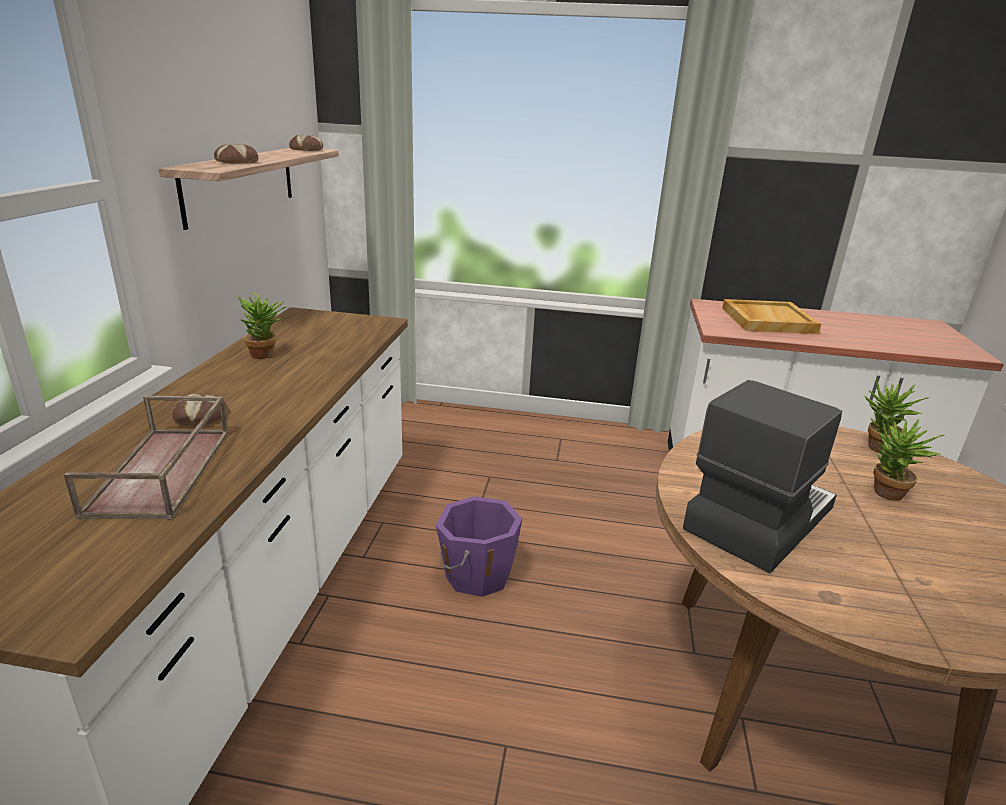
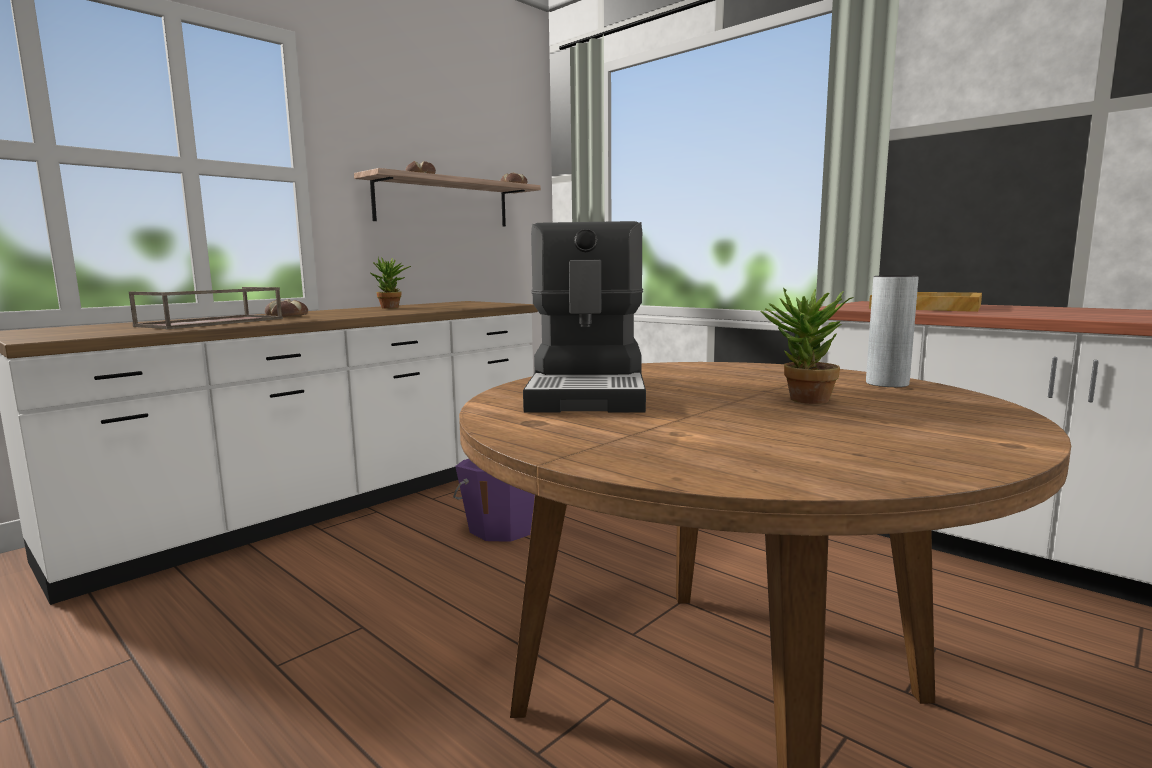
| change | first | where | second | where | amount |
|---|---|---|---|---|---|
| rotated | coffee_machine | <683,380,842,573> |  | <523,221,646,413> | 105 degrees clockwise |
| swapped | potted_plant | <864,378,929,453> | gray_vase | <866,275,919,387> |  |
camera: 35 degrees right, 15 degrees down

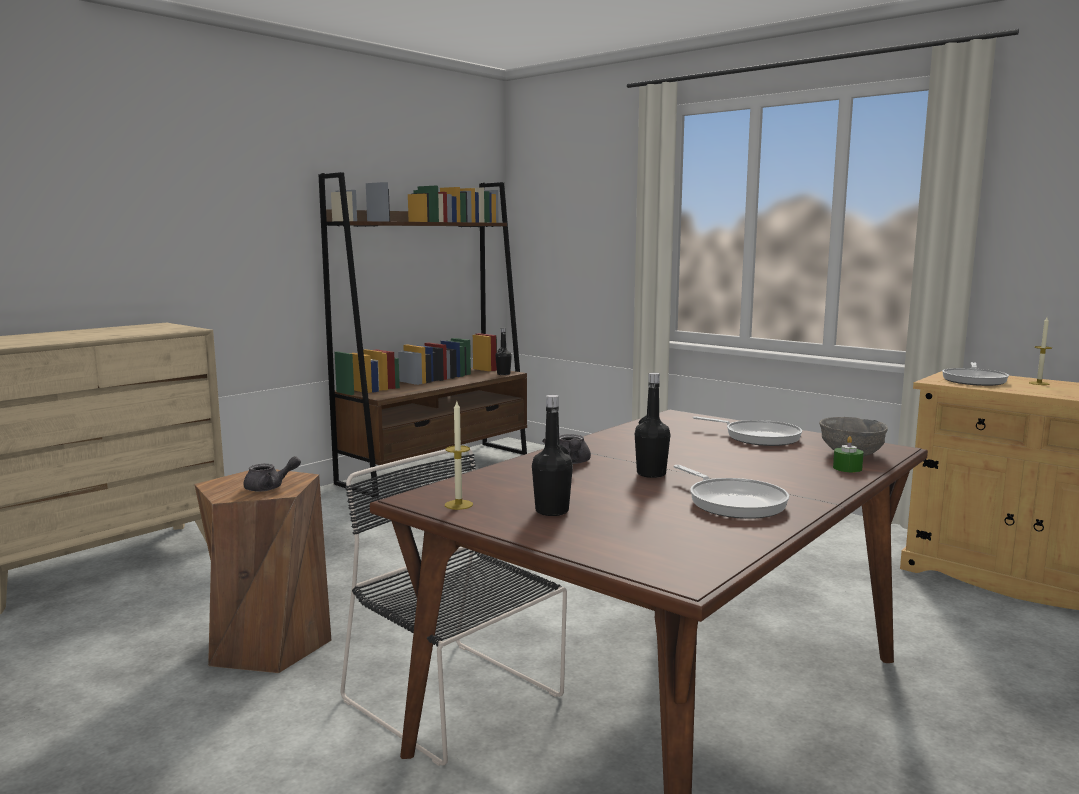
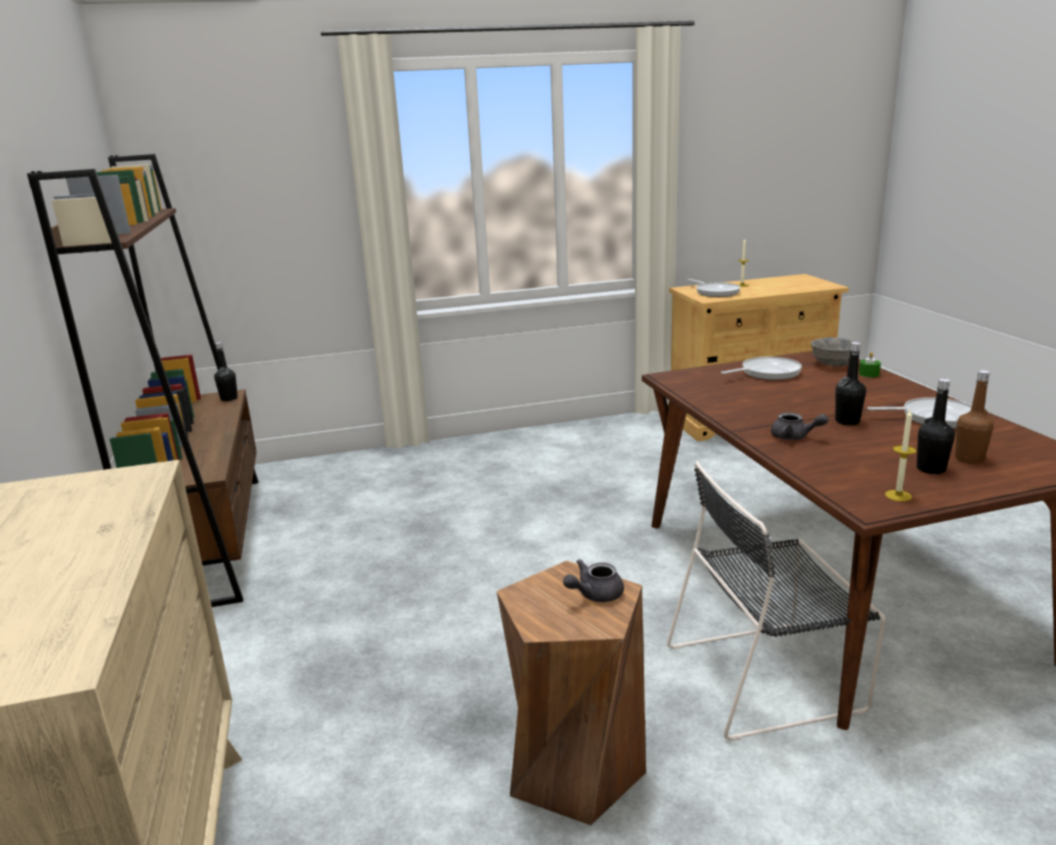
| change | first | where | second | where | amount |
|---|---|---|---|---|---|
| rotated | gray_teapot | <243,456,301,492> |  | <563,559,624,602> | 135 degrees counterclockwise |
| new |  |  | brown-coloured_beverage_bottle | <955,370,994,464> |  |
camera: 55 degrees left, 10 degrees up

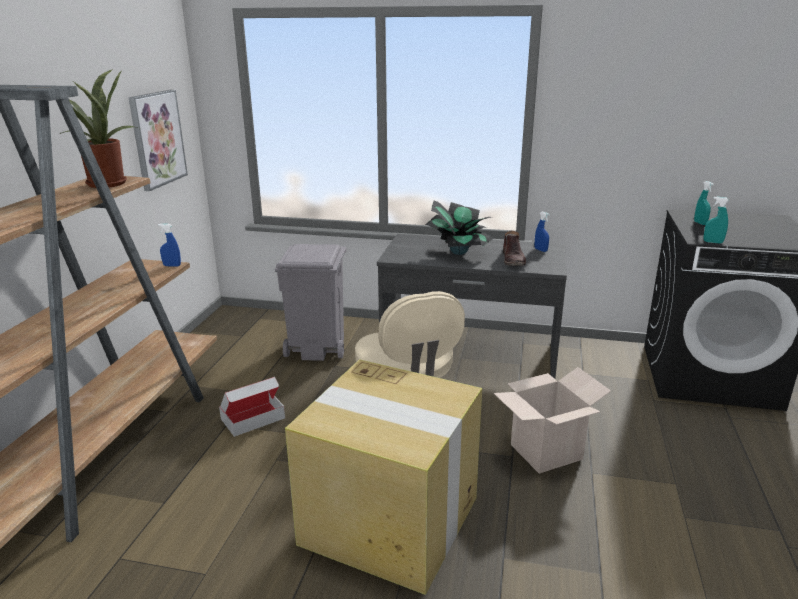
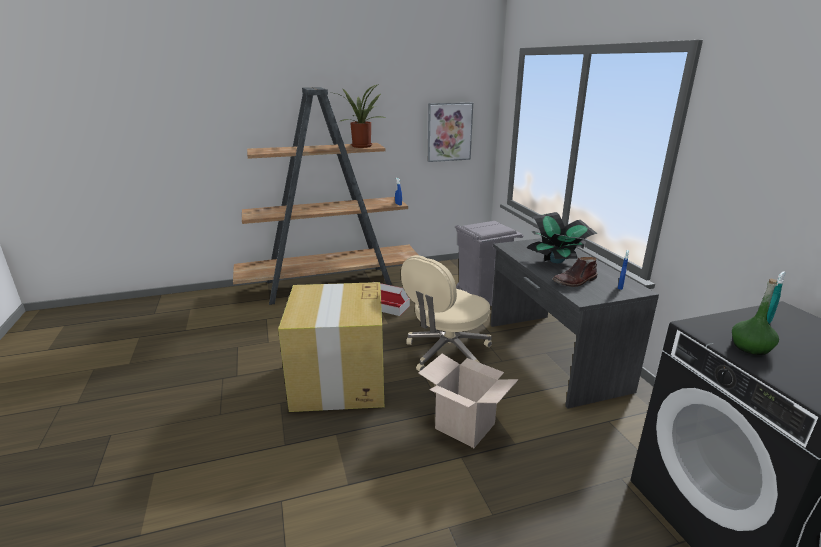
| change | first | where | second | where | amount |
|---|---|---|---|---|---|
| new |  |  | green-coloured_beverage_bottle | <732,279,779,355> |  |
| gone | turquoise-coloured_hand_sprayer | <703,197,729,243> |  |  |  |
camera: 60 degrees right, 0 degrees up

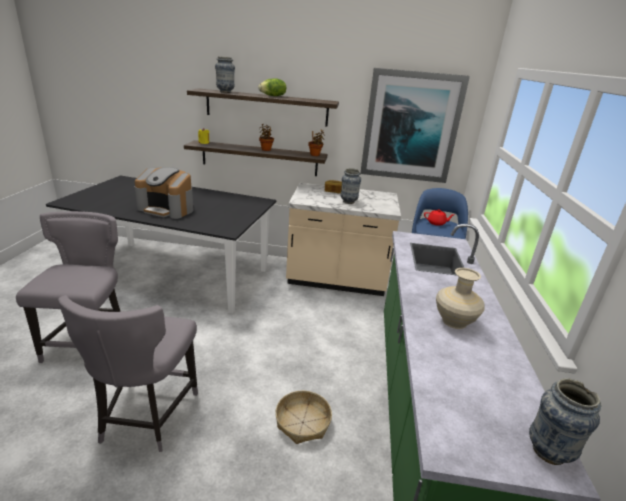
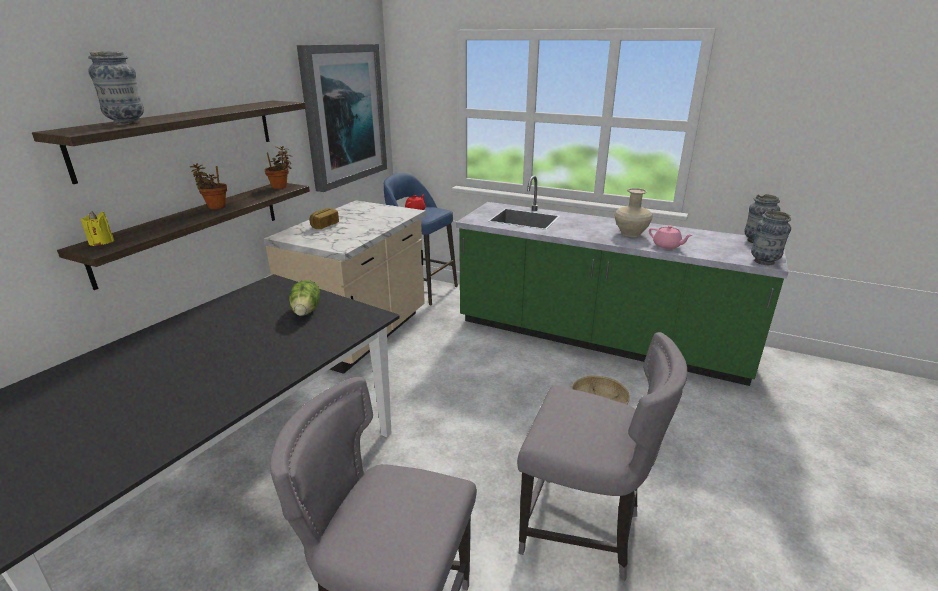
| change | first | where | second | where | amount |
|---|---|---|---|---|---|
| shifted | lettuce | <258,78,286,96> |  | <289,280,320,316> |  |
| new |  |  | pinkish_teapot | <649,225,693,249> |  |
| shifted | vase | <340,168,361,204> |  | <751,211,791,265> |  |
| gone | coffee_machine | <135,167,194,219> |  |  |  |
camera: 70 degrees left, 0 degrees up

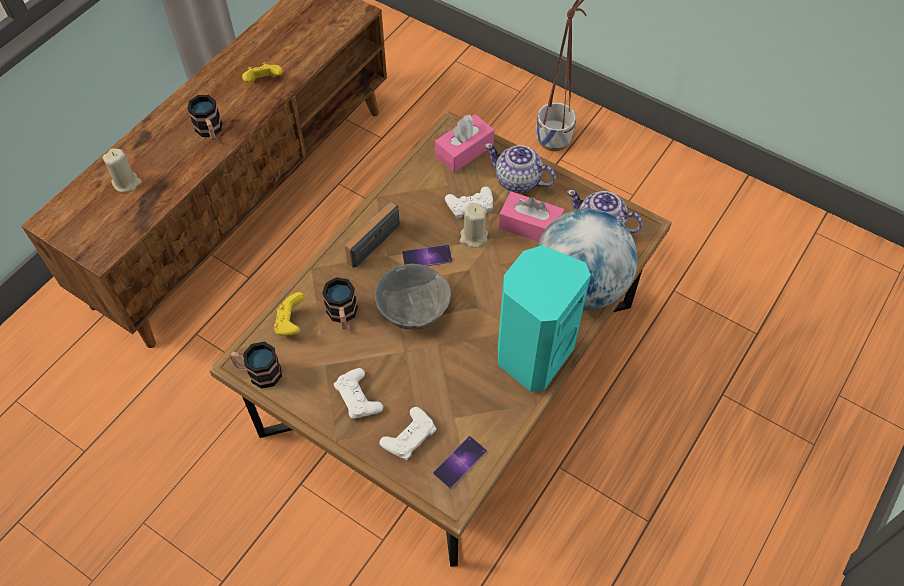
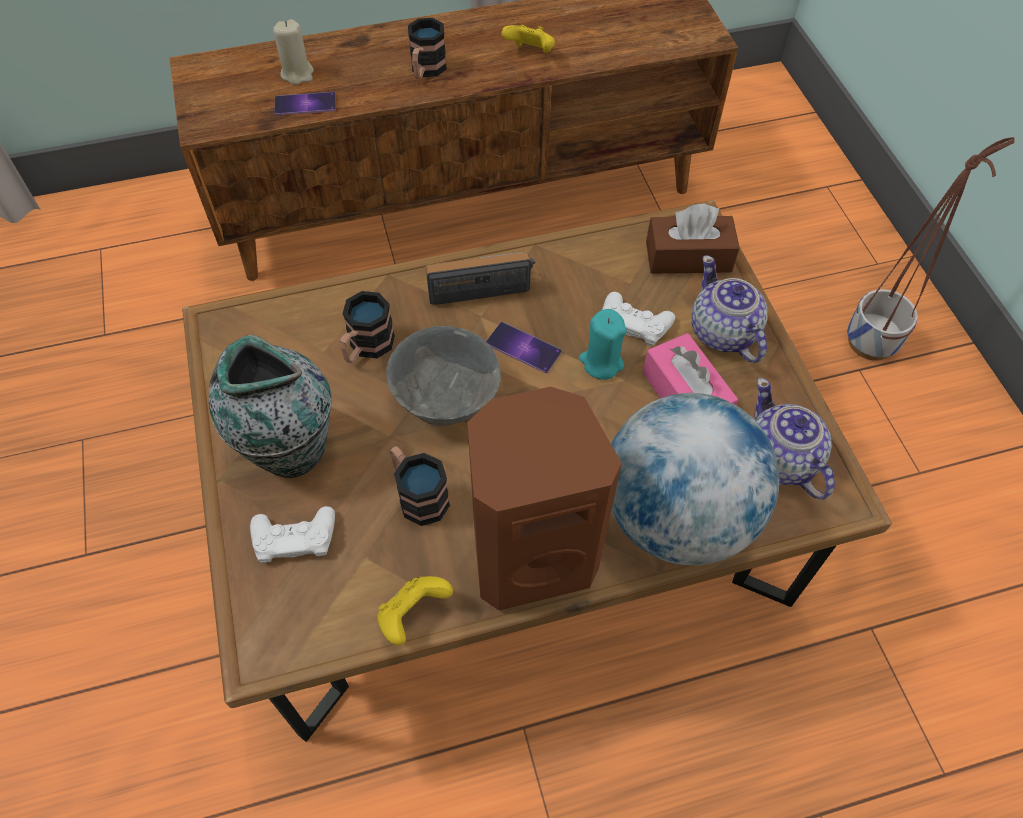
| change | first | where | second | where | amount |
|---|---|---|---|---|---|
| swapped | whitish_game_controller | <334,368,383,419> | vase | <209,335,332,478> |  |
| shifted | telephone | <433,436,487,489> |  | <274,92,336,115> |  |
| shifted | yellow-coloured_game_controller | <274,292,305,336> |  | <378,576,453,645> |  |
| shifted | tea_mug | <230,342,282,389> |  | <390,446,450,526> |  |
| repainted | turquoise-coloured_audio_speaker | <498,245,591,392> | brown-coloured_audio_speaker | <467,387,622,610> |  |
| repainted | sand-coloured_wax_light | <460,203,488,248> | turquoise-coloured_wax_light | <579,309,627,380> |  |
| repainted | pinkish_tissue_box | <435,114,495,173> | brown-coloured_tissue_box | <646,204,740,274> |  |
camera: 40 degrees right, 0 degrees up

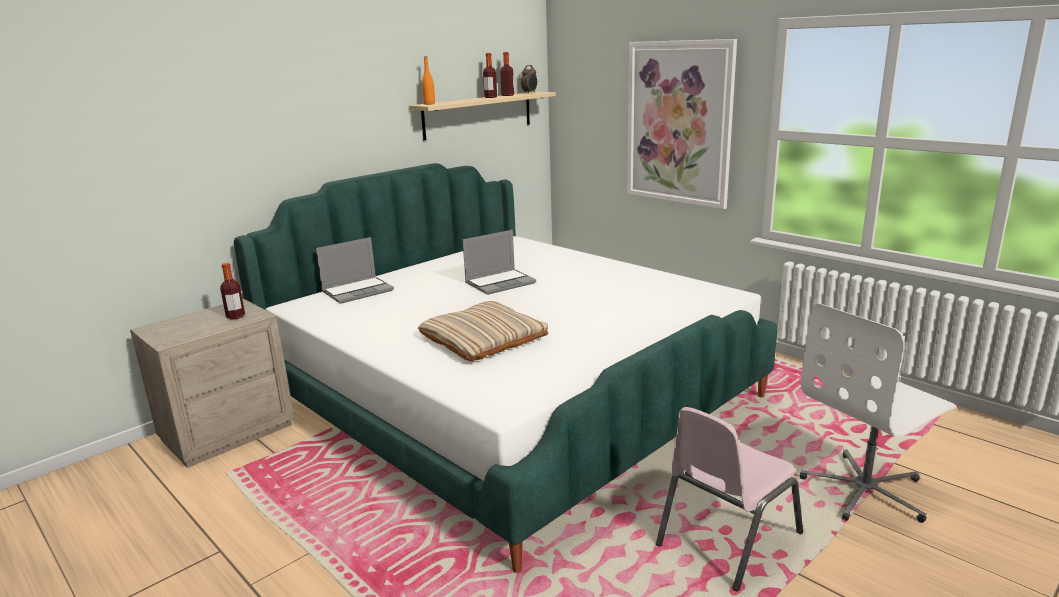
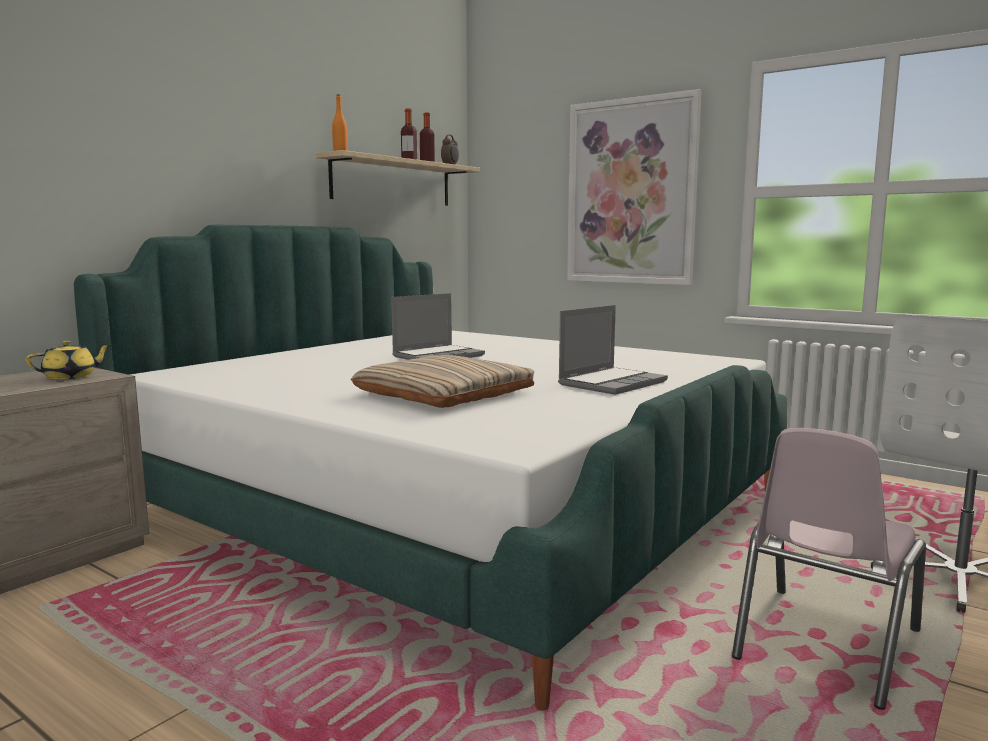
| change | first | where | second | where | amount |
|---|---|---|---|---|---|
| swapped | beverage_bottle | <220,263,245,319> | yellow-coloured_teapot | <26,340,111,380> |  |
| shifted | laptop | <316,237,394,304> |  | <558,305,668,395> |  |
camera: 10 degrees left, 10 degrees down

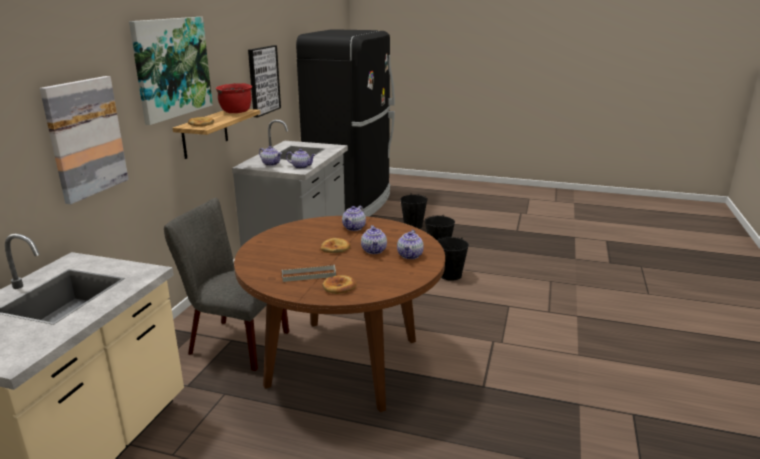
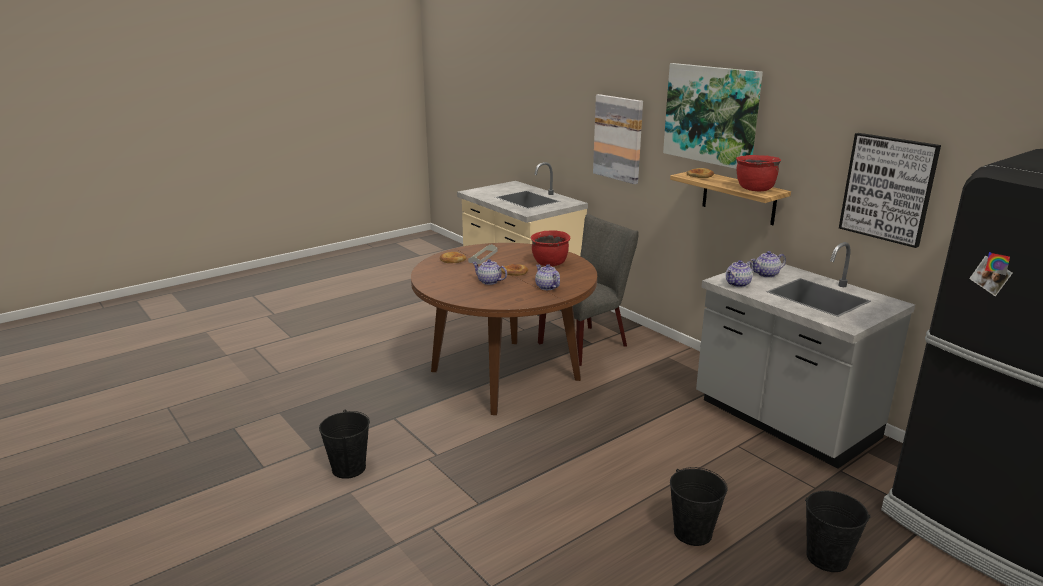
| change | first | where | second | where | amount |
|---|---|---|---|---|---|
| shifted | black_bucket | <438,237,469,281> |  | <319,410,370,479> |  |
| new |  |  | red-coloured_saucepot | <531,230,570,266> |  |
| gone | teapot | <397,230,424,259> |  |  |  |
camera: 125 degrees right, 0 degrees up

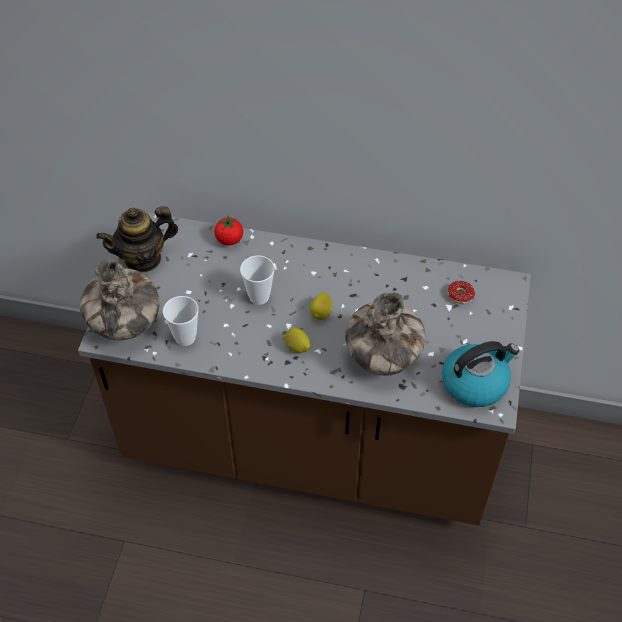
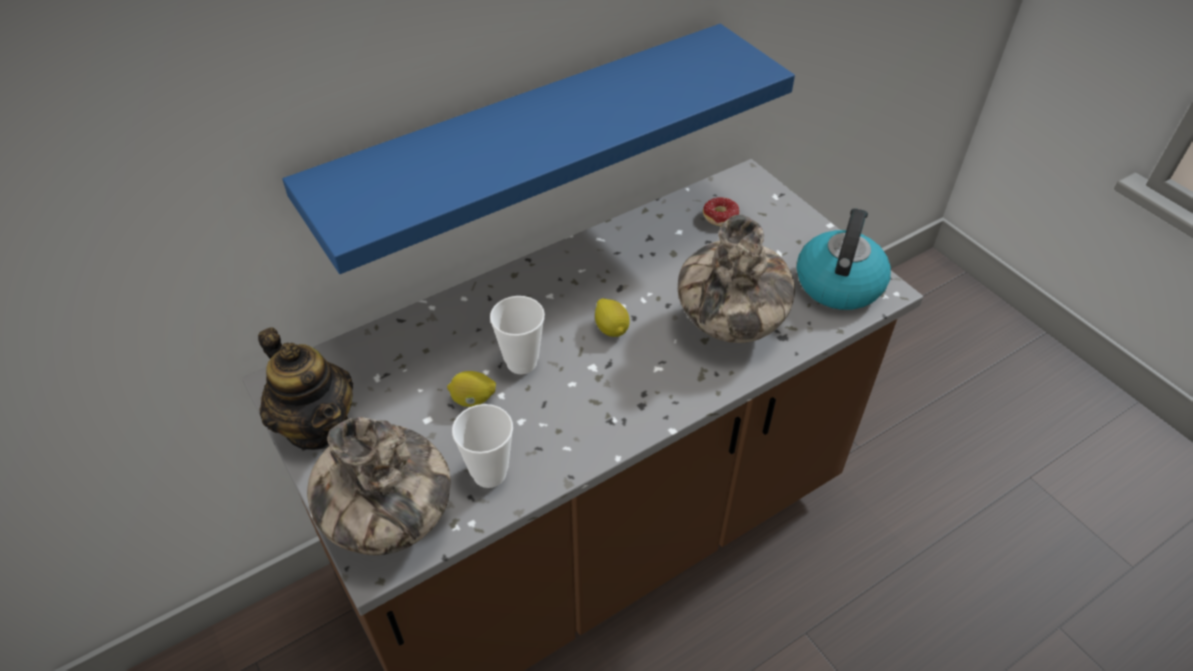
| change | first | where | second | where | amount |
|---|---|---|---|---|---|
| rotated | teapot | <96,206,178,272> |  | <258,327,353,450> | 60 degrees counterclockwise |
| new |  |  | blue_bracket_shelf | <282,24,795,274> |  |
| shifted | citrus_fruit | <284,328,311,353> |  | <447,371,496,407> |  |
| gone | fresh_tomato | <214,215,243,245> |  |  |  |
camera: 45 degrees left, 5 degrees down

